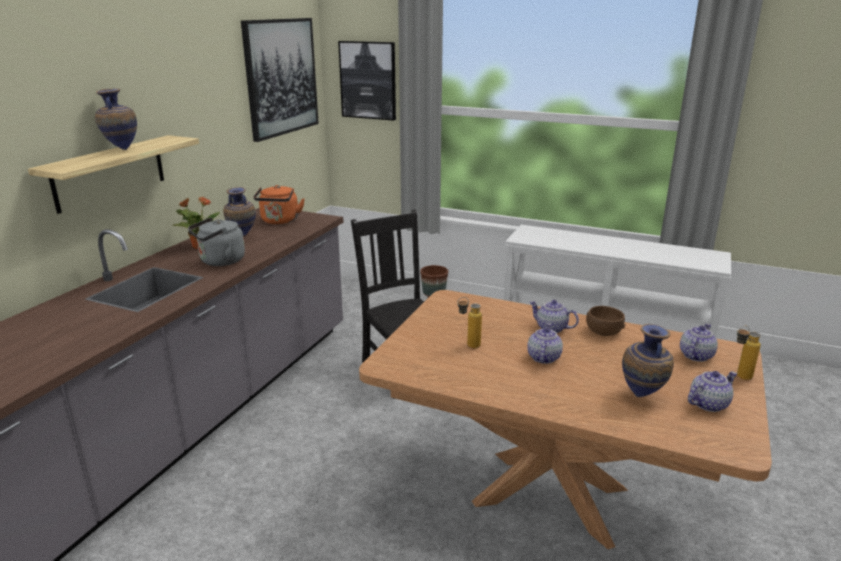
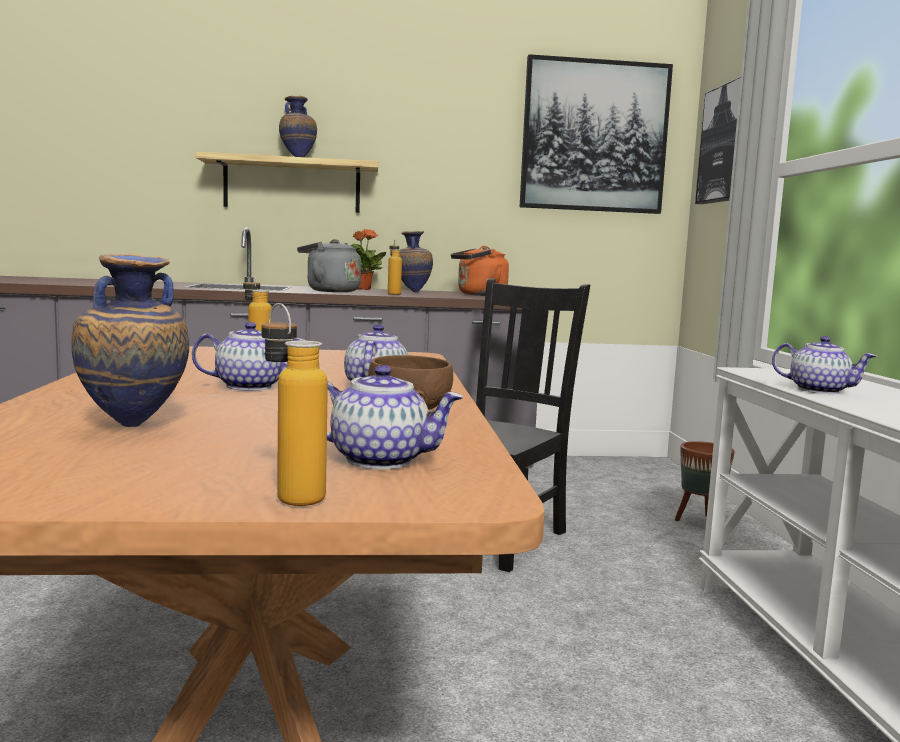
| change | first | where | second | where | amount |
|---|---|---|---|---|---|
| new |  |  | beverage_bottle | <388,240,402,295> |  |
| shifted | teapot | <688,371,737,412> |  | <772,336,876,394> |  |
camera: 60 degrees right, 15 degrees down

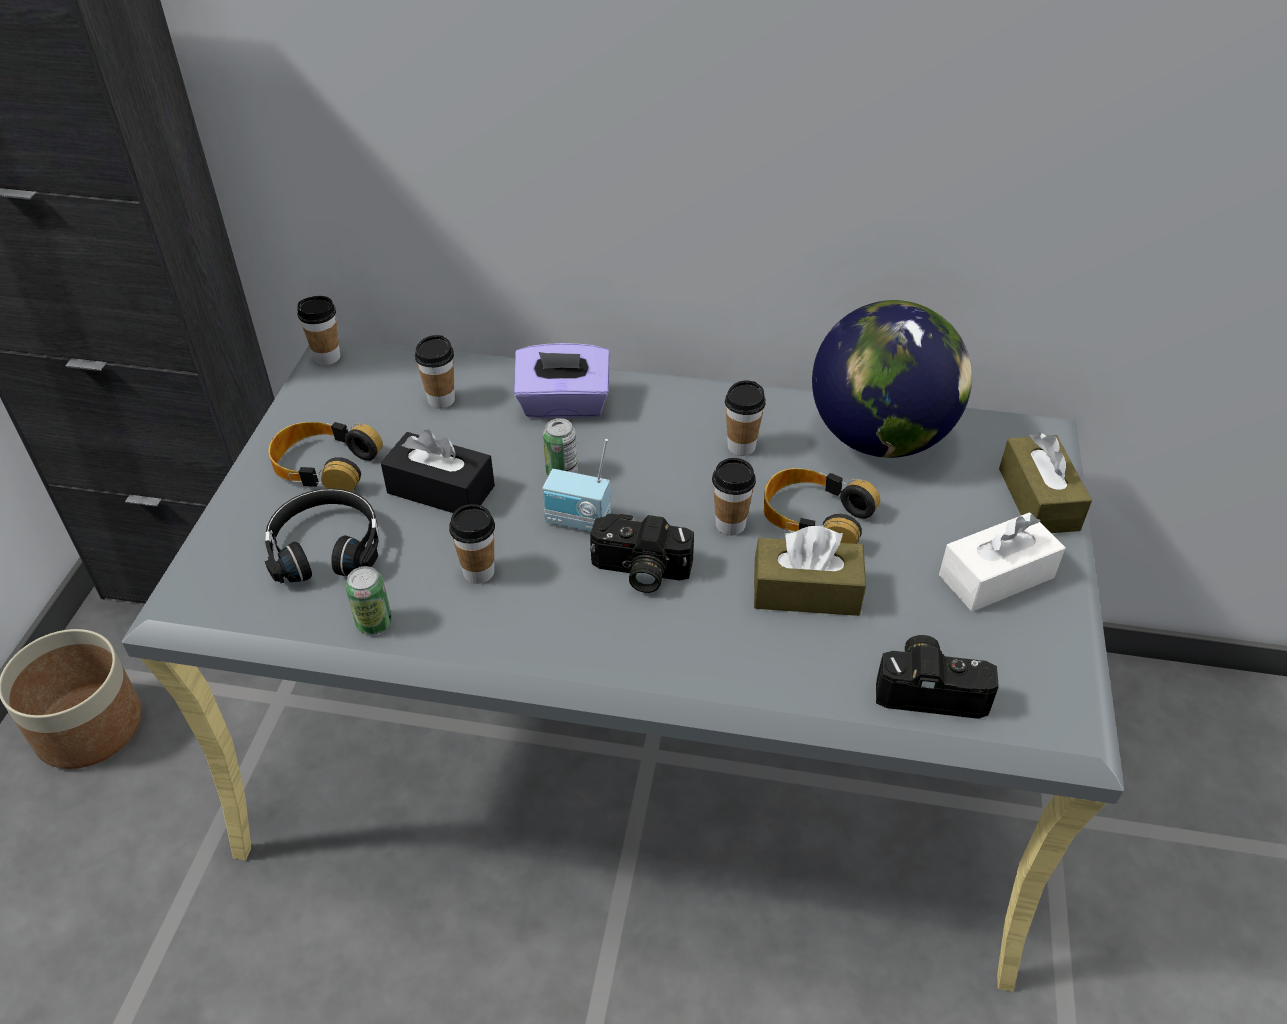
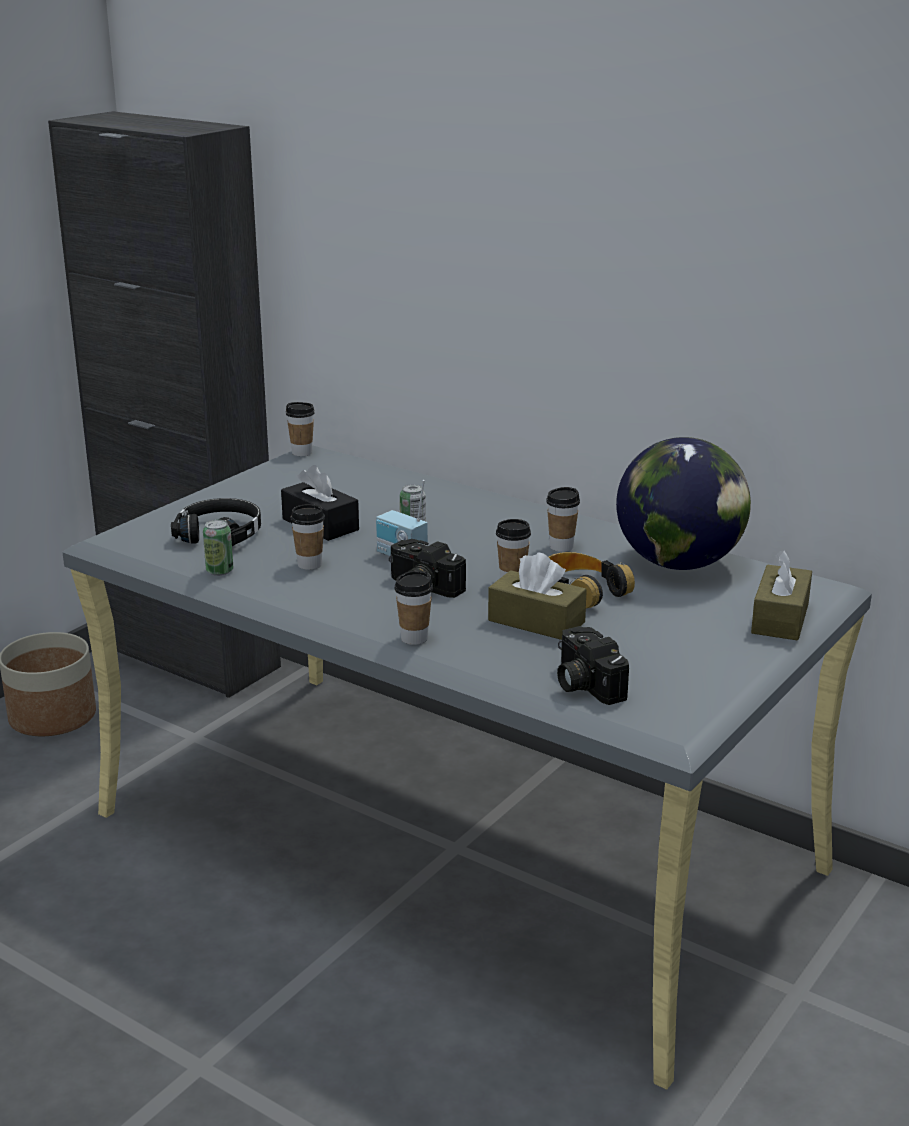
| change | first | where | second | where | amount |
|---|---|---|---|---|---|
| shifted | cup | <415,335,455,409> |  | <395,571,433,645> |  |
| rotated | photo_camera | <876,635,999,719> |  | <557,626,629,705> | 150 degrees counterclockwise |
| gone | headphones | <268,422,383,492> |  |  |  |
| gone | purple-coloured_tissue_box | <514,343,610,418> |  |  |  |
| gone | whitish_tissue_box | <939,513,1065,612> |  |  |  |
camera: 25 degrees right, 20 degrees down

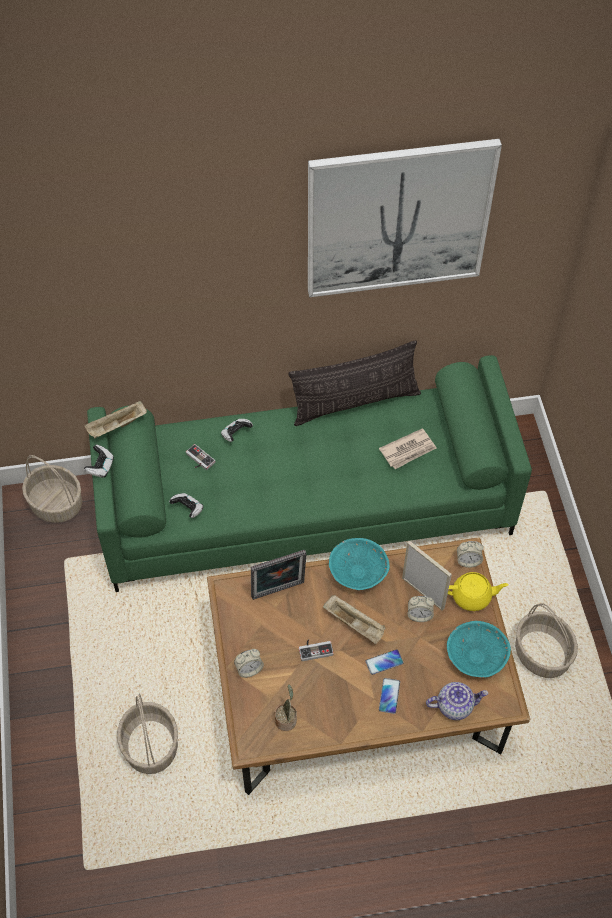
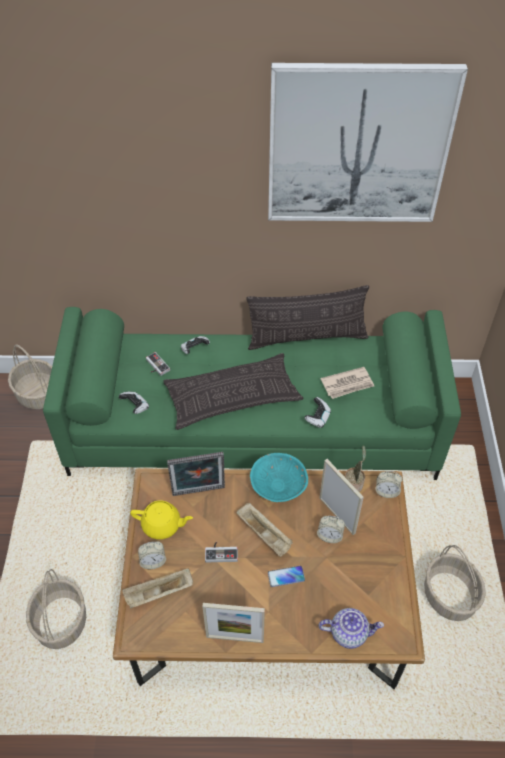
| change | first | where | second | where | amount |
|---|---|---|---|---|---|
| shifted | sand-coloured_tray | <84,401,147,439> |  | <122,568,193,609> |  |
| shifted | yellow-coloured_teapot | <448,572,509,611> |  | <130,500,193,539> |  |
| new |  |  | throw_pillow | <163,353,304,430> |  |
| new |  |  | photo_frame | <202,603,265,643> |  |
| shifted | game_controller | <84,444,114,478> |  | <304,397,331,428> |  |
| shifted | potted_plant | <275,684,297,731> |  | <345,445,366,492> |  |
| gone | telephone | <379,678,400,714> |  |  |  |
| gone | turquoise-coloured_serving_bowl | <447,621,511,678> |  |  |  |
camera: 10 degrees right, 5 degrees down

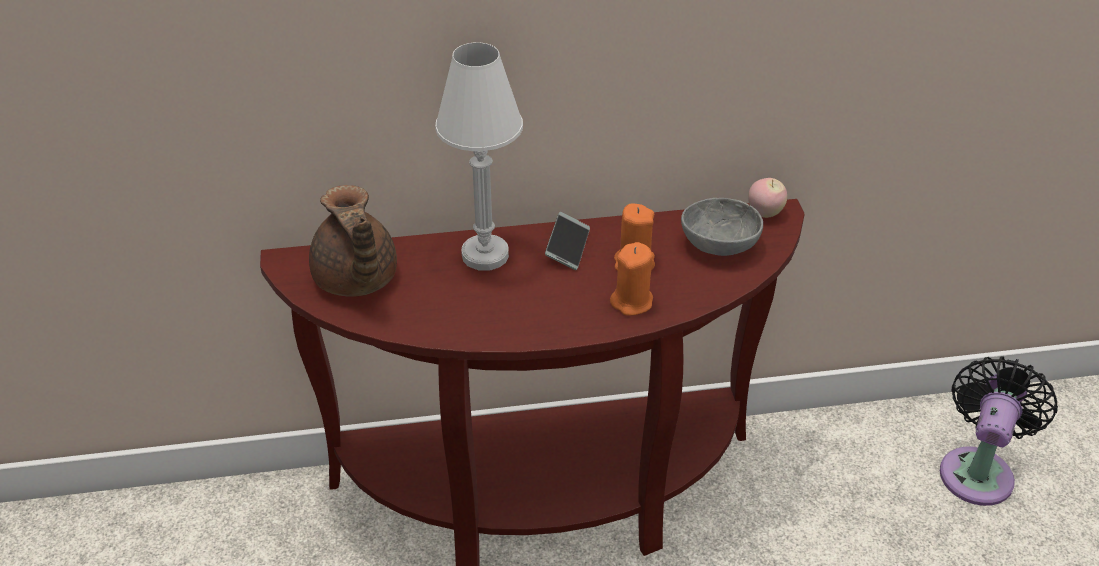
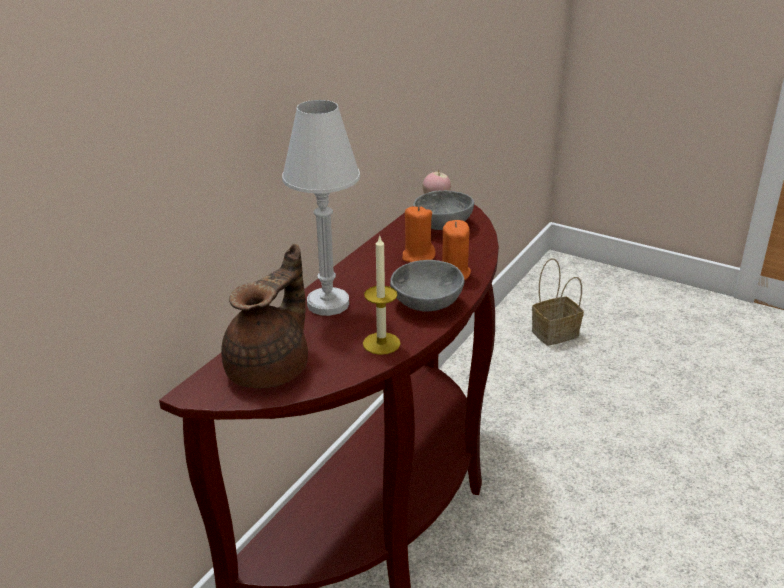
| change | first | where | second | where | amount |
|---|---|---|---|---|---|
| rotated | brown-coloured_teapot | <309,185,397,297> |  | <221,244,308,388> | 75 degrees counterclockwise |
| new |  |  | wax_light | <363,234,401,355> |  |
| new |  |  | gray_serving_bowl | <390,260,464,312> |  |
| swapped | black_fan | <940,356,1058,506> | basket | <532,258,584,346> |  |
| gone | telephone | <545,212,590,270> |  |  |  |
camera: 50 degrees left, 10 degrees down

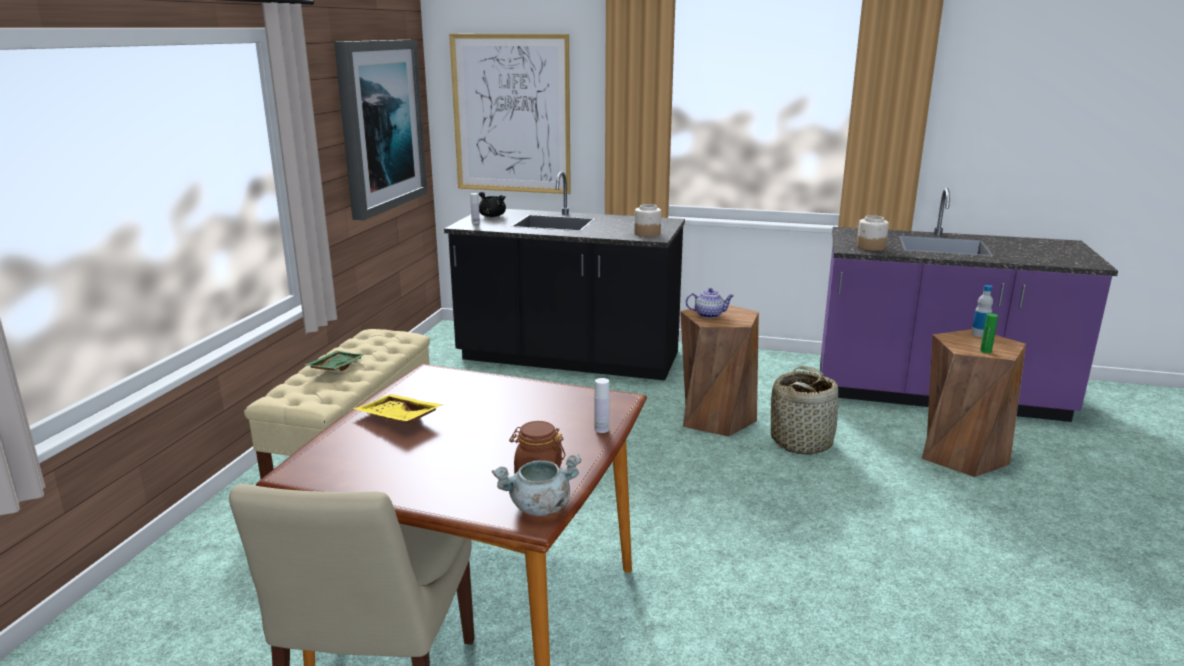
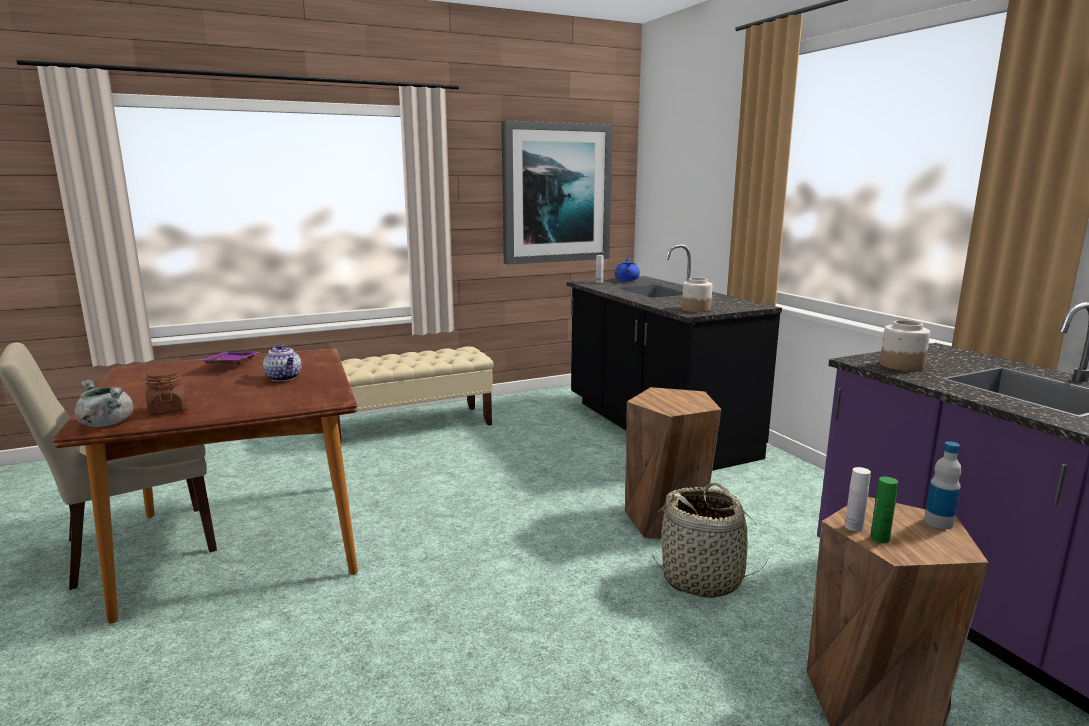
| change | first | where | second | where | amount |
|---|---|---|---|---|---|
| repainted | yellow-coloured_tray | <354,394,443,423> | purple-coloured_tray | <200,352,260,366> |  |
| shifted | teapot | <686,288,734,318> |  | <263,344,301,381> |  |
| repainted | black_saucepot | <478,192,506,217> | blue_saucepot | <614,258,640,281> |  |
| shifted | whitish_beverage_bottle | <594,378,610,433> |  | <845,467,871,532> |  |
| gone | green-coloured_tray | <305,351,365,371> |  |  |  |
| gone | wall_picture | <449,34,571,194> |  |  |  |
camera: 50 degrees right, 5 degrees down

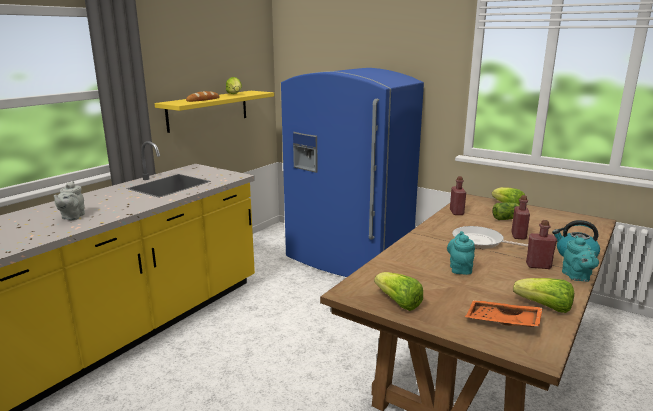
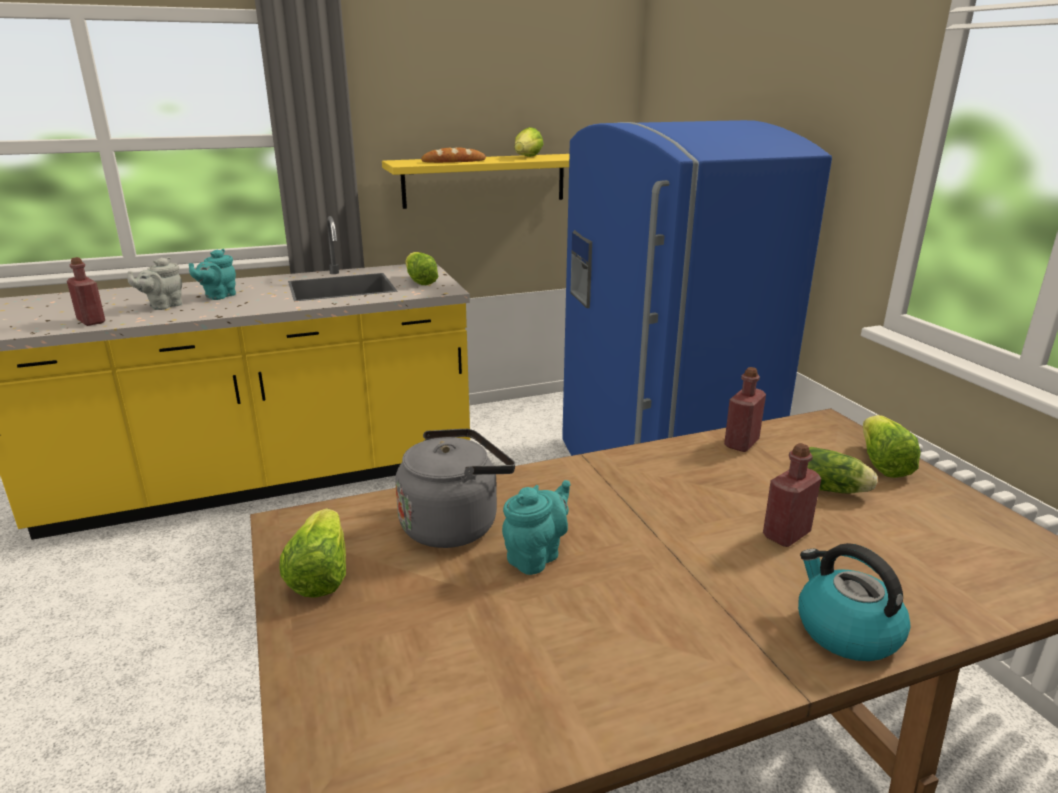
| change | first | where | second | where | amount |
|---|---|---|---|---|---|
| shifted | red-coloured_beverage_bottle | <526,220,557,269> |  | <67,257,105,326> |  |
| shifted | turquoise-coloured_teapot | <562,236,599,282> |  | <189,249,236,300> |  |
| new |  |  | gray_kettle | <395,429,515,548> |  |
| shifted | lettuce | <513,278,574,313> |  | <405,252,438,285> |  |
| gone | pan | <452,226,528,249> |  |  |  |
| gone | orangey_tray | <465,300,543,327> |  |  |  |
camera: 35 degrees right, 5 degrees up

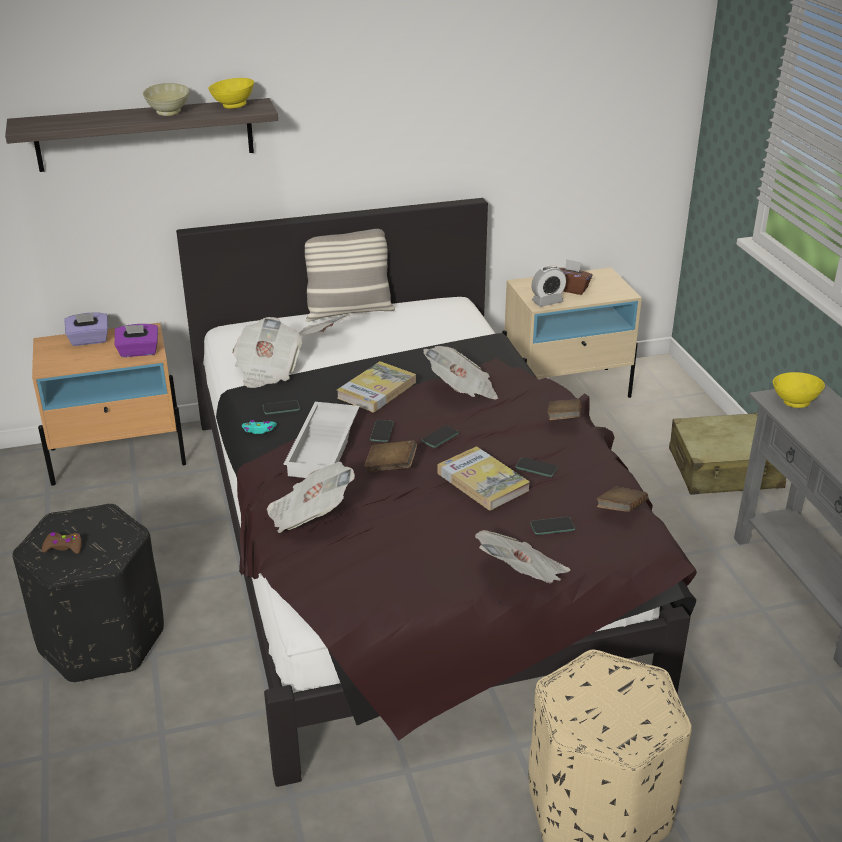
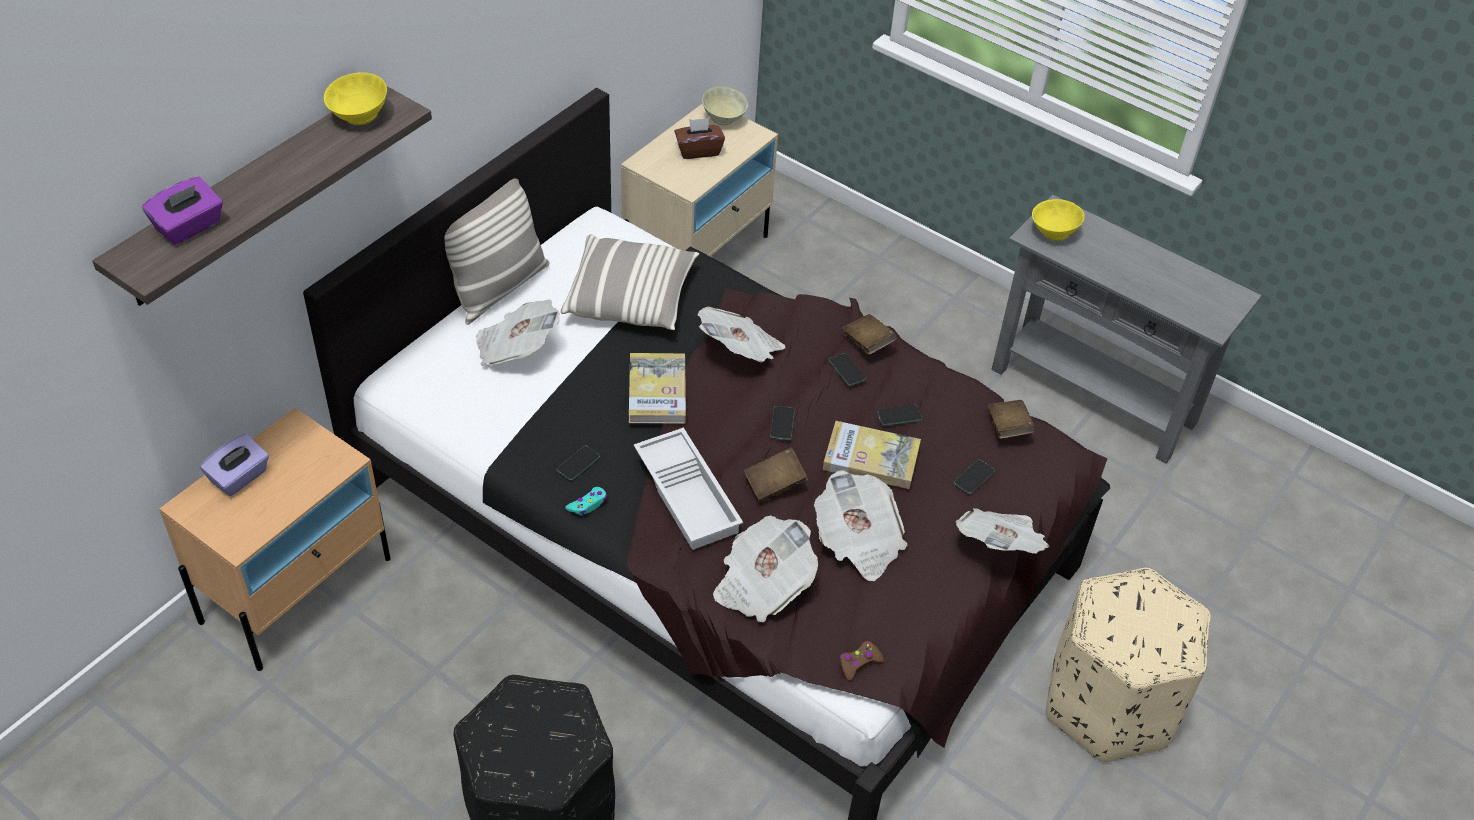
| change | first | where | second | where | amount |
|---|---|---|---|---|---|
| shifted | purple-coloured_tissue_box | <115,324,158,357> |  | <142,177,223,245> |  |
| new |  |  | throw_pillow | <561,234,699,330> |  |
| shifted | sand-coloured_serving_bowl | <143,83,189,116> |  | <702,87,748,125> |  |
| shifted | printed_paper | <232,317,302,388> |  | <814,470,908,581> |  |
| shifted | telephone | <370,420,394,442> |  | <829,353,866,386> |  |
| shifted | brown-coloured_game_controller | <42,532,82,554> |  | <840,641,884,681> |  |
| gone | bedside_clock | <531,265,566,307> |  |  |  |
| gone | sand-coloured_suitcase | <669,413,786,495> |  |  |  |
camera: 40 degrees left, 15 degrees up

